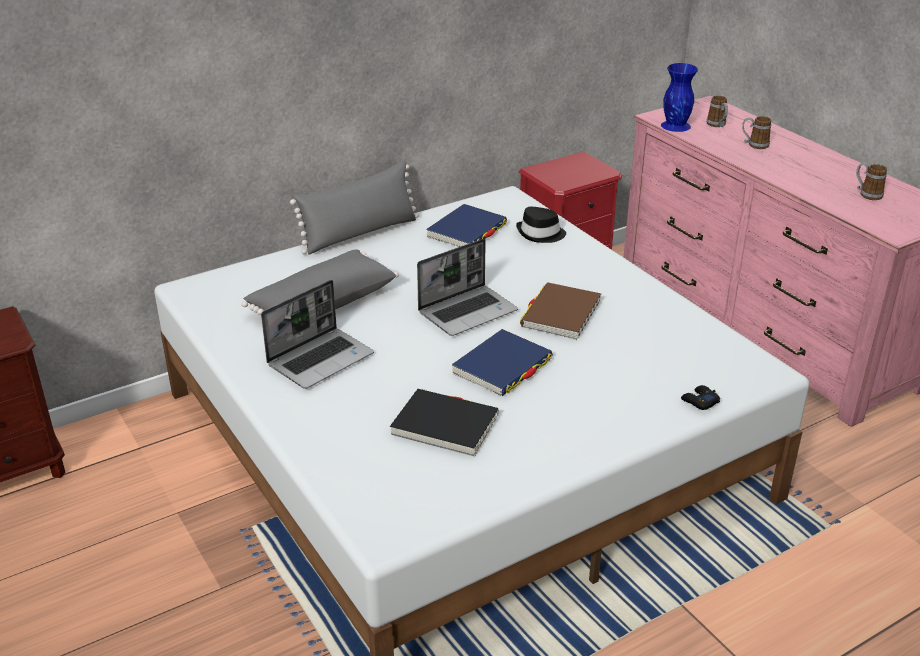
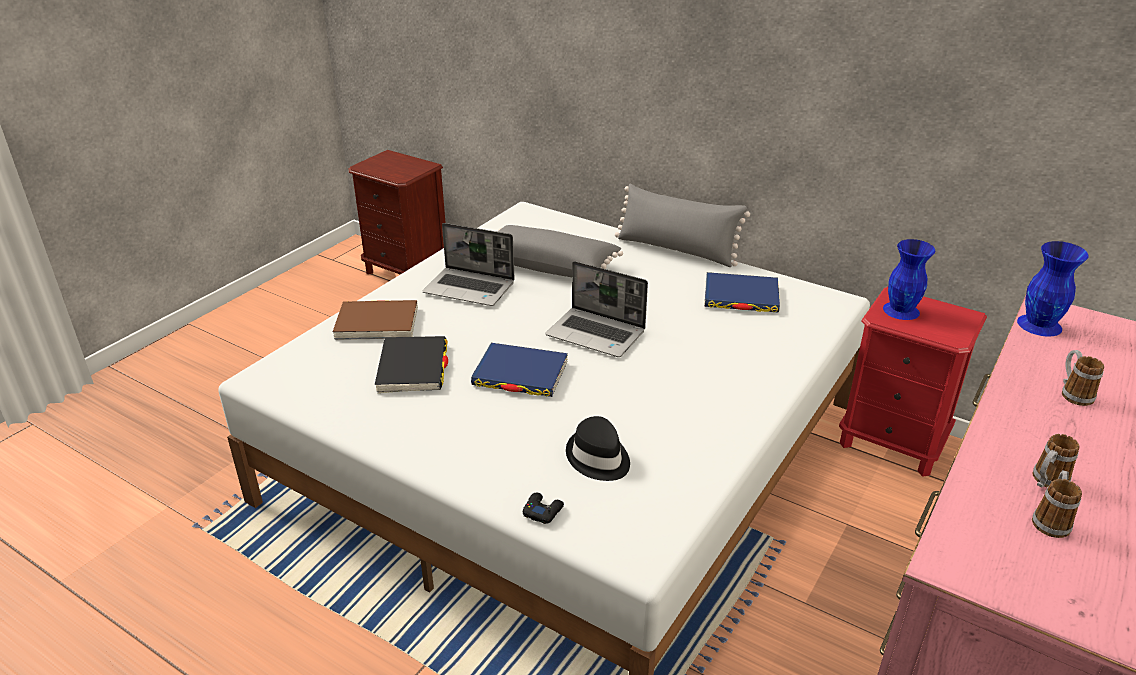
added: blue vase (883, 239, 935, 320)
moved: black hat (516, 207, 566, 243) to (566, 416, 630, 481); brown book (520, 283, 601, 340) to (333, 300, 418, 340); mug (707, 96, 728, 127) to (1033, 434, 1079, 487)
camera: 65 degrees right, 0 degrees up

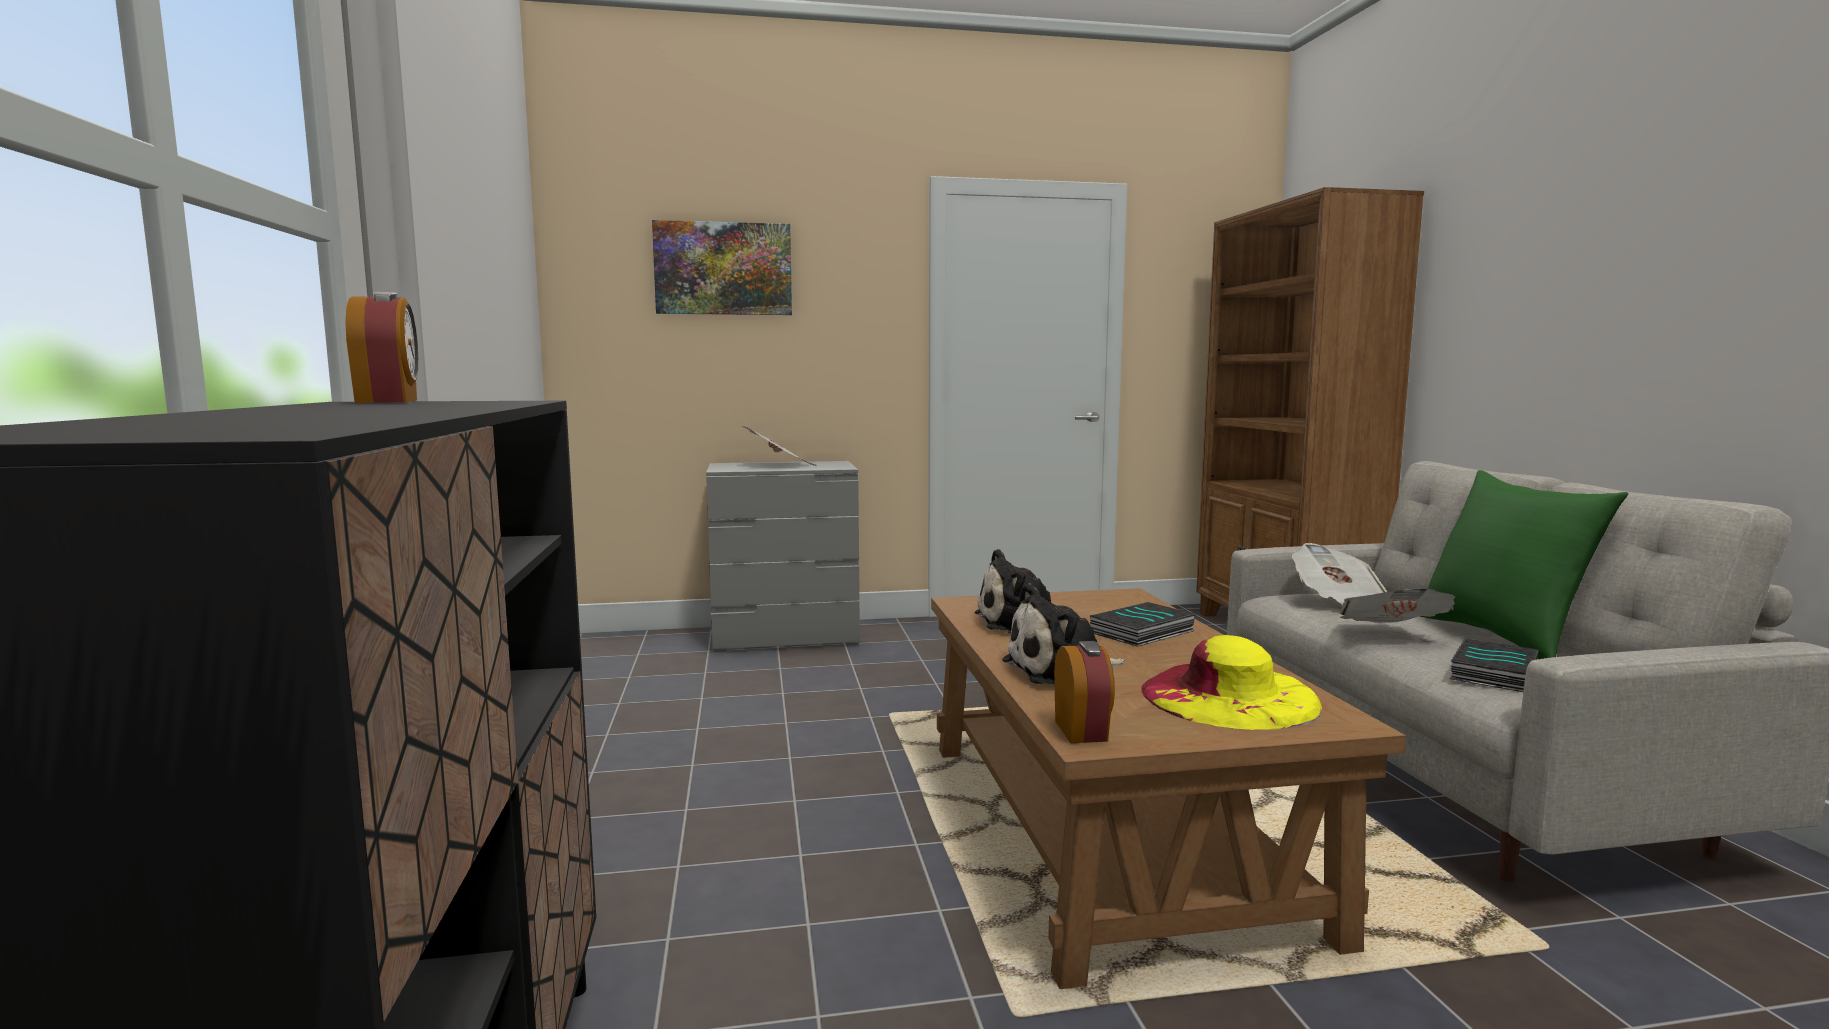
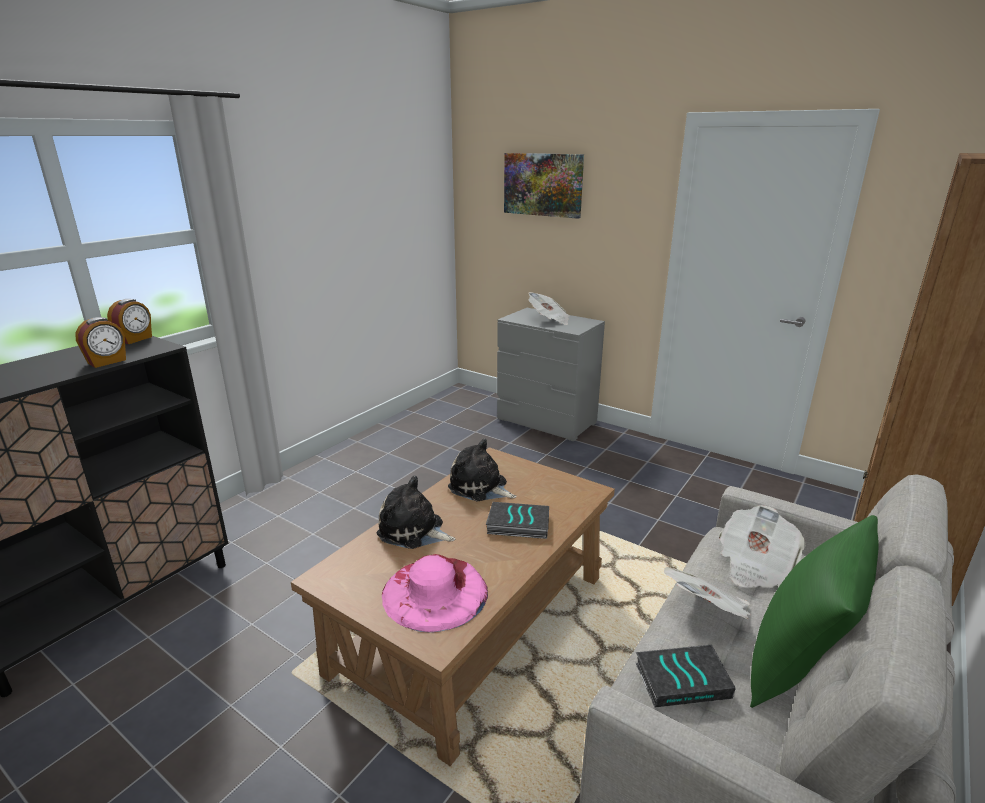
moved: alarm clock (1054, 641, 1115, 743) to (75, 317, 126, 368)
recoloured: yellow hat (1141, 635, 1322, 730) to pink hat (382, 554, 488, 633)
camera: 45 degrees right, 15 degrees up

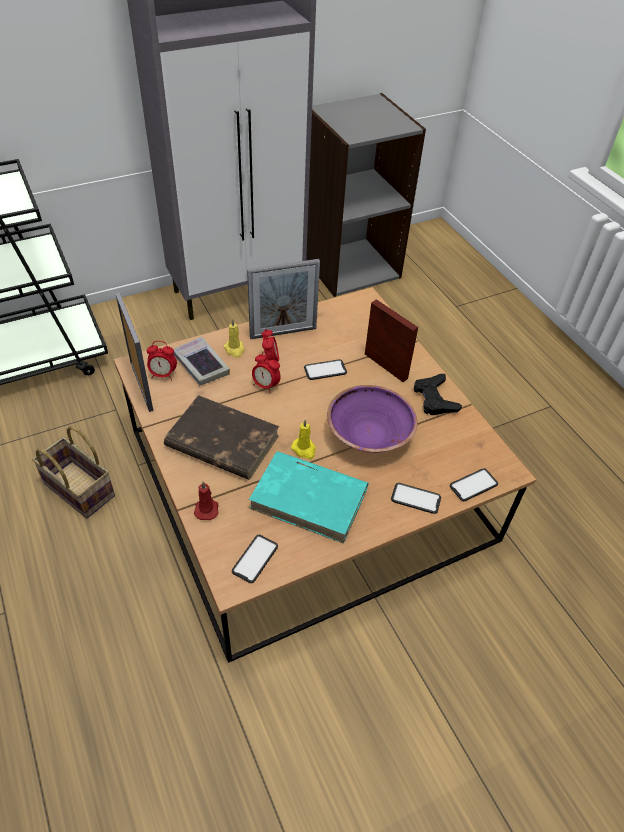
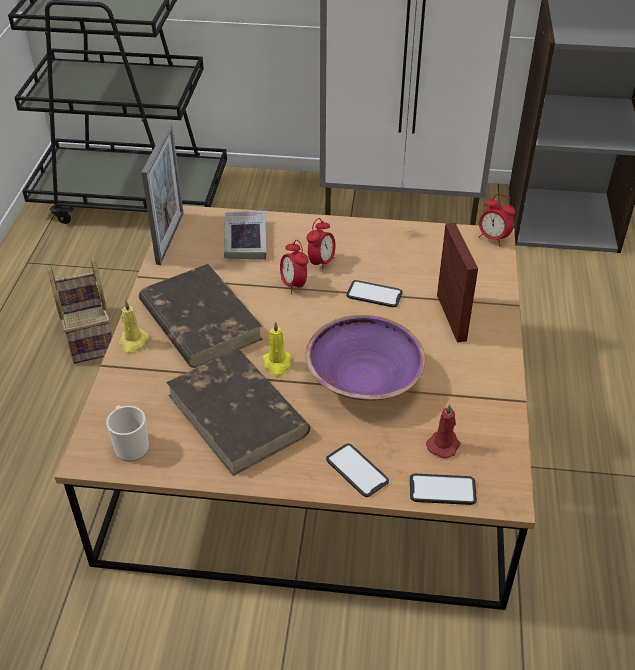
removed: picture frame (247, 259, 320, 339); black game controller (414, 374, 462, 415)
moved: alarm clock (147, 341, 177, 380) to (479, 194, 515, 246); red candle (194, 482, 219, 520) to (426, 404, 460, 458); yellow candle (223, 319, 245, 358) to (119, 301, 149, 355)
replaced: phone (232, 535, 278, 583) to mug (106, 405, 149, 462)
recoloured: turquoise book (249, 451, 368, 544) to brown book (166, 350, 310, 476)
camera: 35 degrees right, 5 degrees down

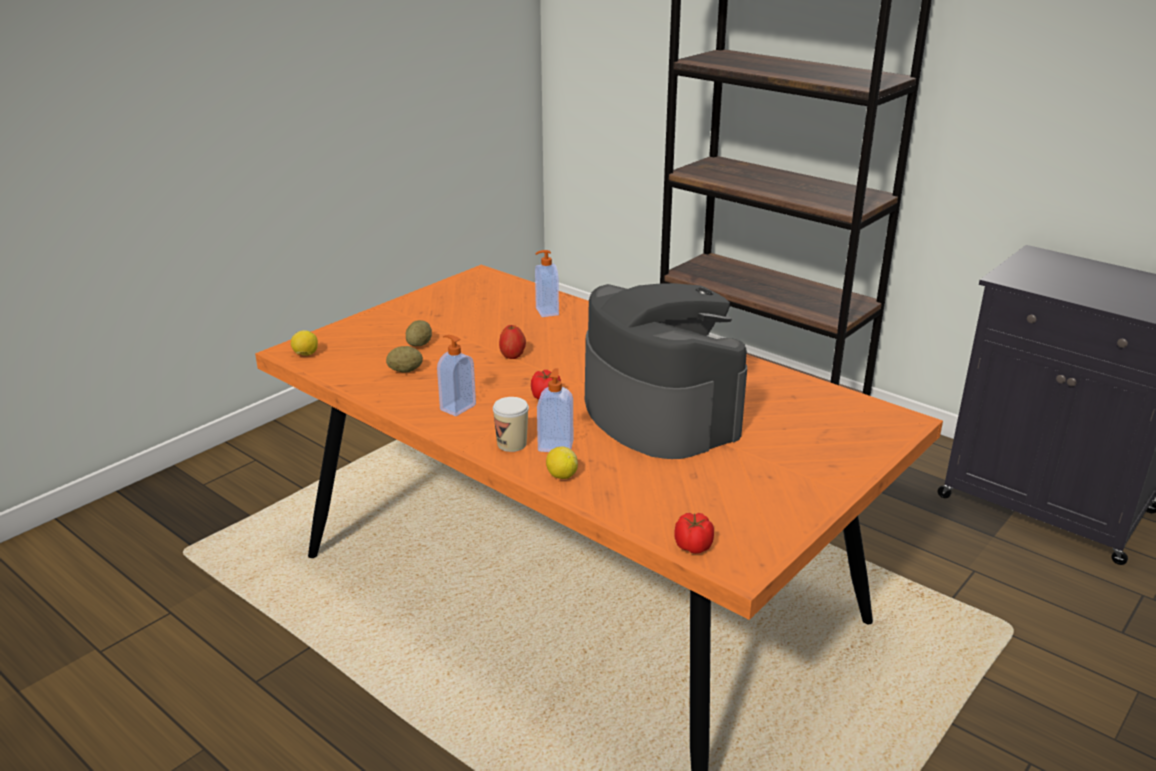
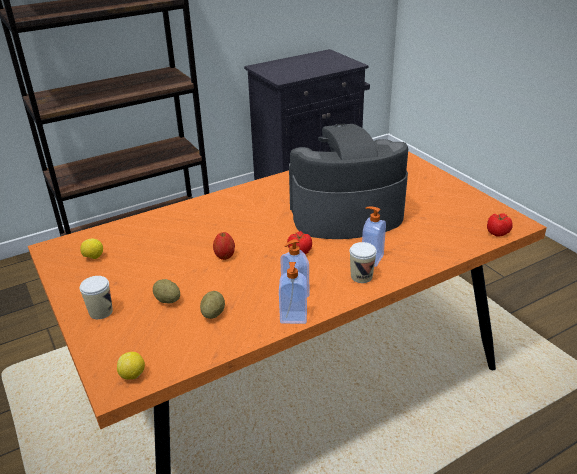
added: cup (80, 276, 113, 319)
moved: soap dispenser (535, 250, 559, 317) to (279, 262, 307, 324); lemon (546, 446, 578, 479) to (81, 238, 103, 259)
camera: 70 degrees left, 5 degrees up

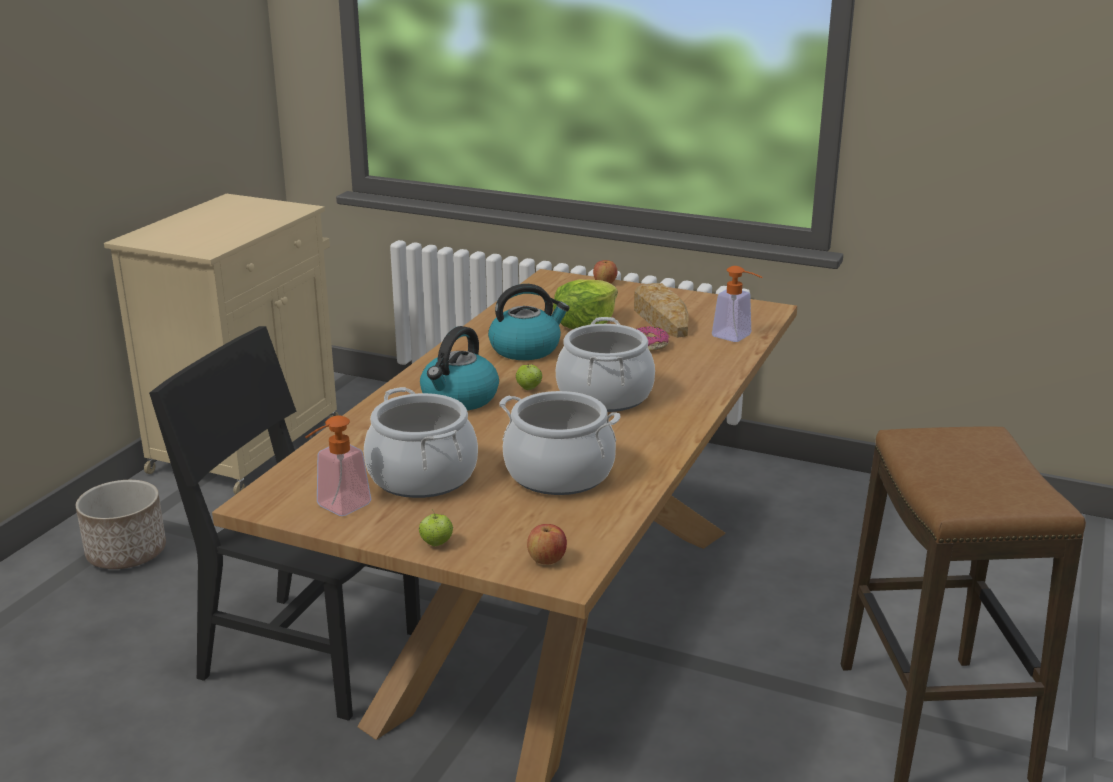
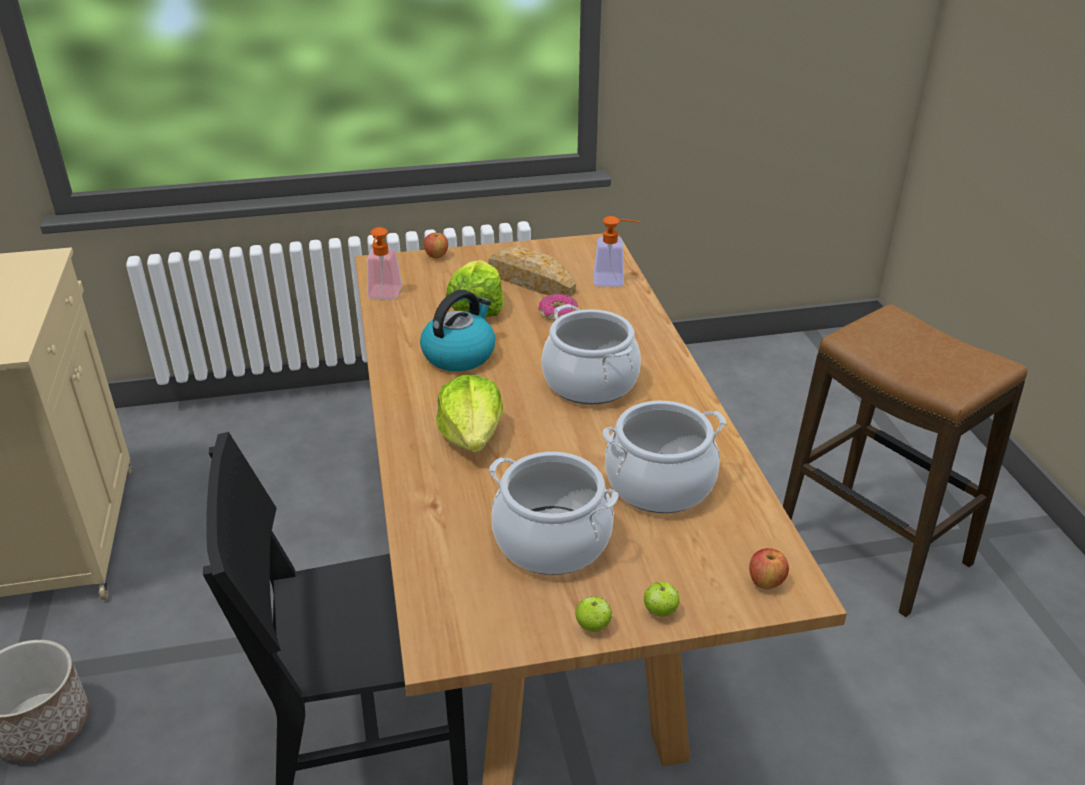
moved: soap dispenser (305, 415, 371, 516) to (367, 227, 402, 299); apple (516, 364, 542, 390) to (575, 596, 612, 632)
replaced: kettle (420, 326, 499, 411) to lettuce (436, 375, 503, 452)
camera: 35 degrees left, 10 degrees up

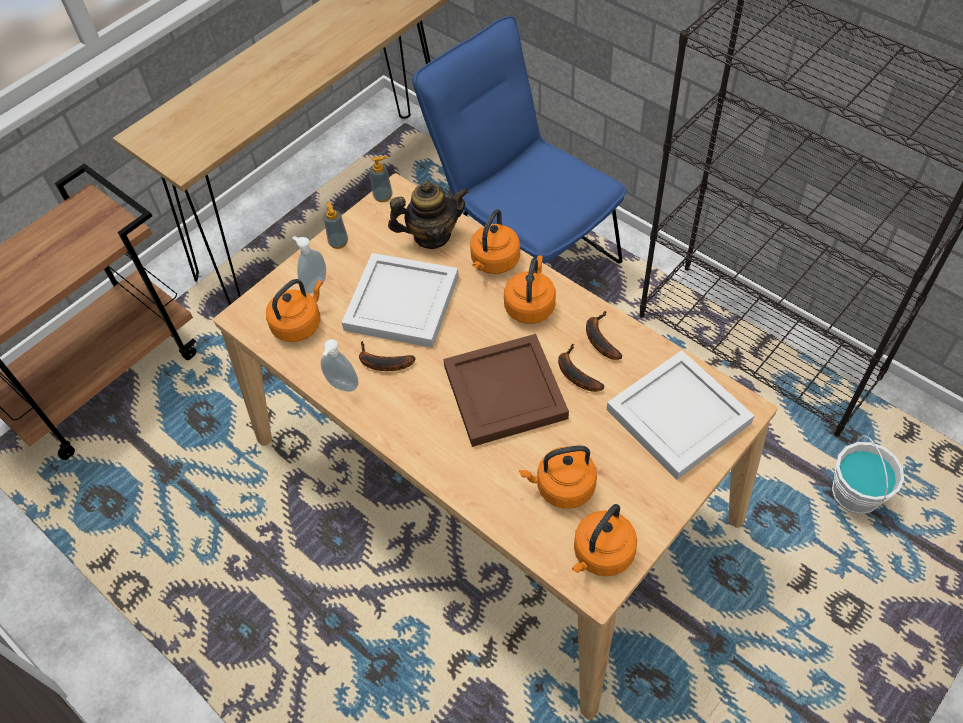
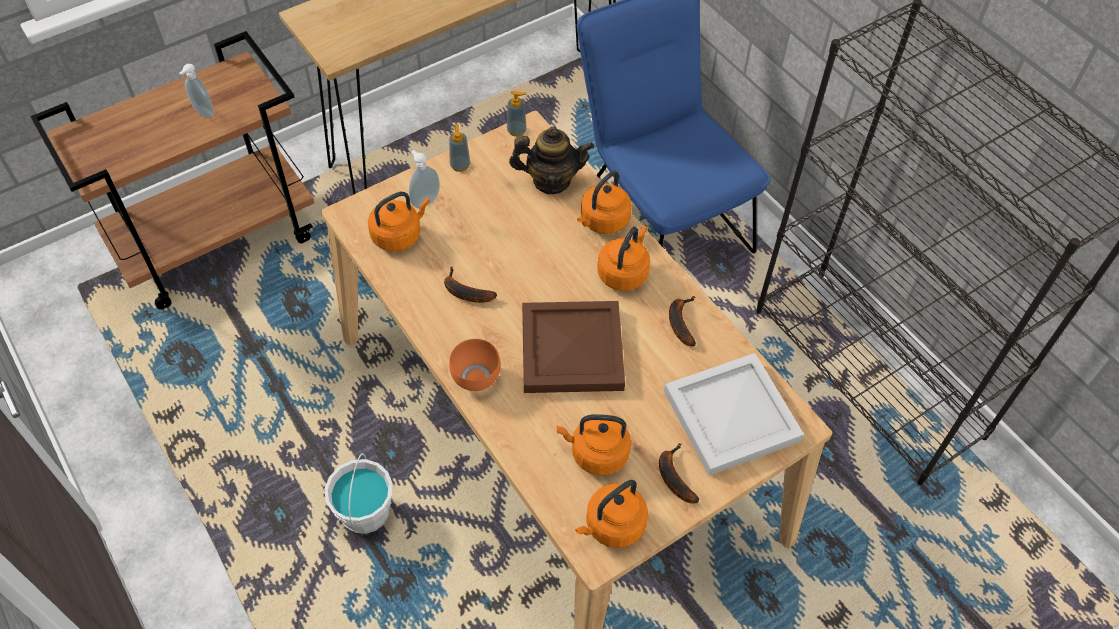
removed: white tray (342, 253, 459, 348)
added: orange bowl (449, 339, 501, 391)
moved: soap dispenser (321, 339, 358, 392) to (179, 64, 214, 118); banana (558, 344, 604, 392) to (659, 443, 699, 504); white bucket (832, 435, 904, 514) to (325, 453, 392, 534)
camera: 10 degrees right, 0 degrees up

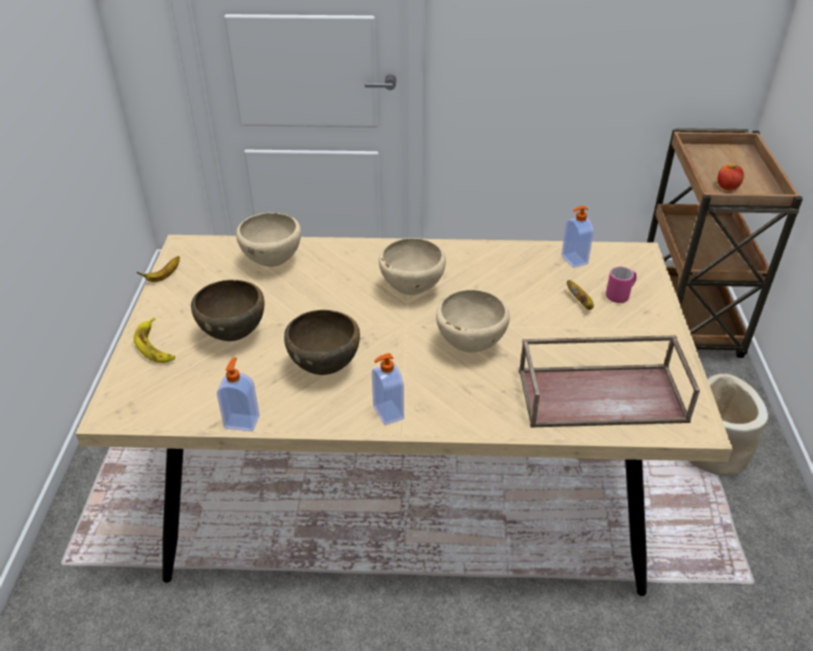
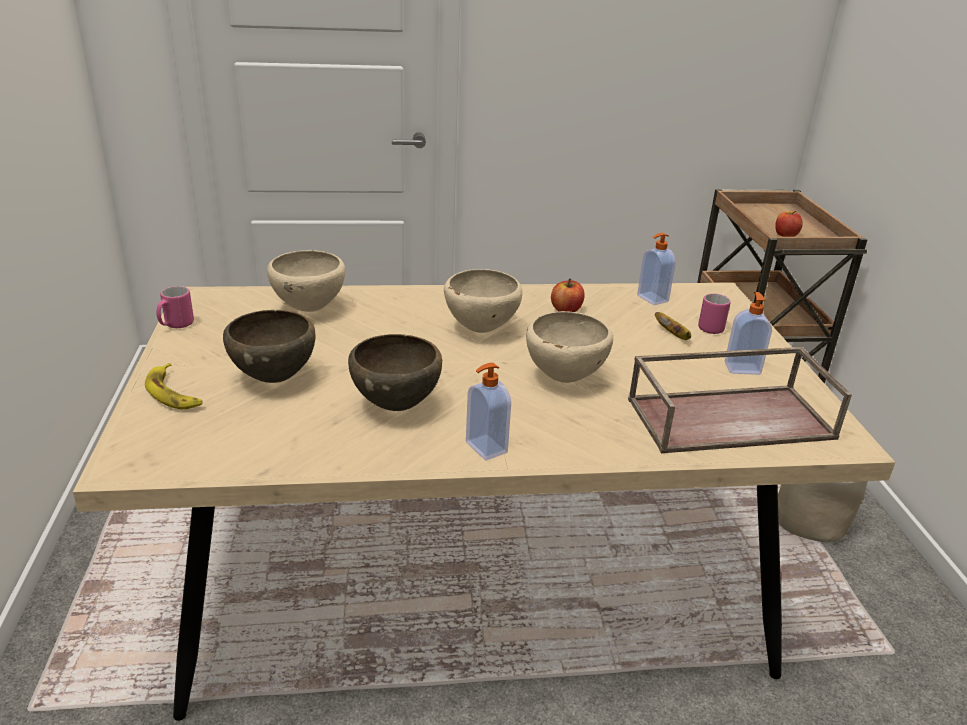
added: apple (551, 278, 585, 312)
moved: soap dispenser (217, 358, 260, 432) to (725, 292, 772, 375)
replaced: banana (137, 256, 180, 282) to pink mug (156, 286, 194, 328)
camera: 10 degrees left, 10 degrees down

